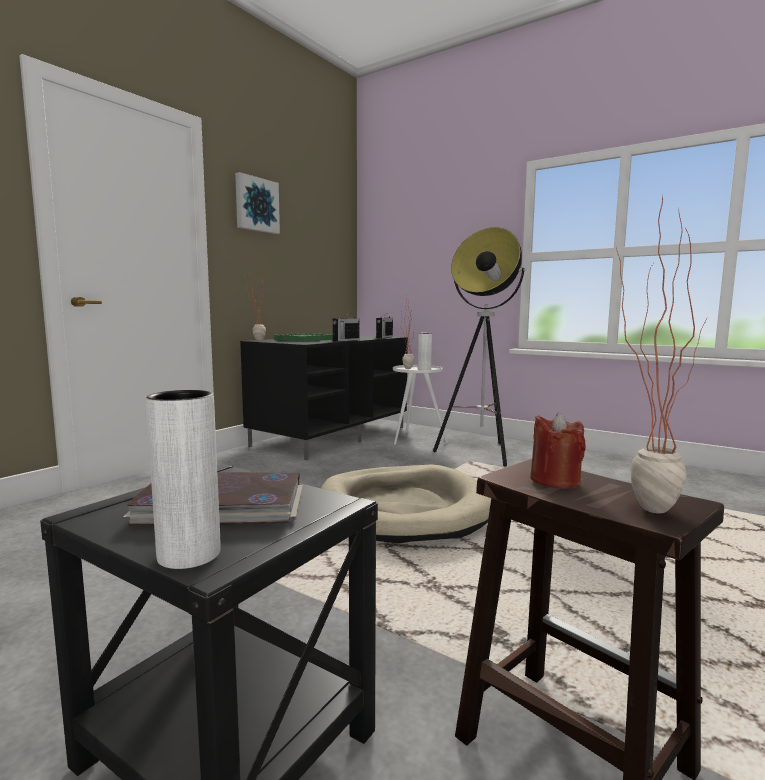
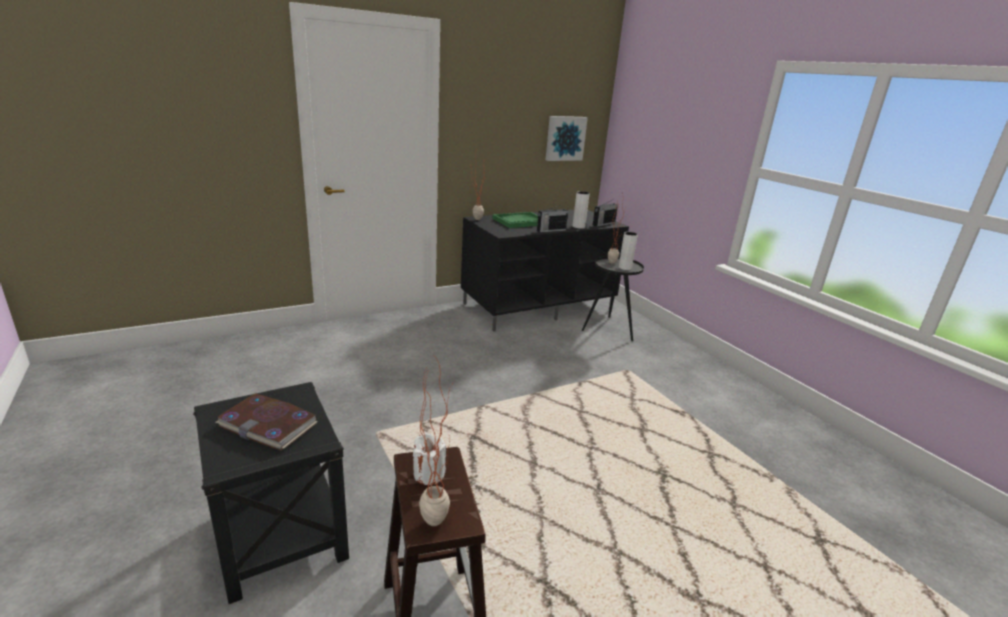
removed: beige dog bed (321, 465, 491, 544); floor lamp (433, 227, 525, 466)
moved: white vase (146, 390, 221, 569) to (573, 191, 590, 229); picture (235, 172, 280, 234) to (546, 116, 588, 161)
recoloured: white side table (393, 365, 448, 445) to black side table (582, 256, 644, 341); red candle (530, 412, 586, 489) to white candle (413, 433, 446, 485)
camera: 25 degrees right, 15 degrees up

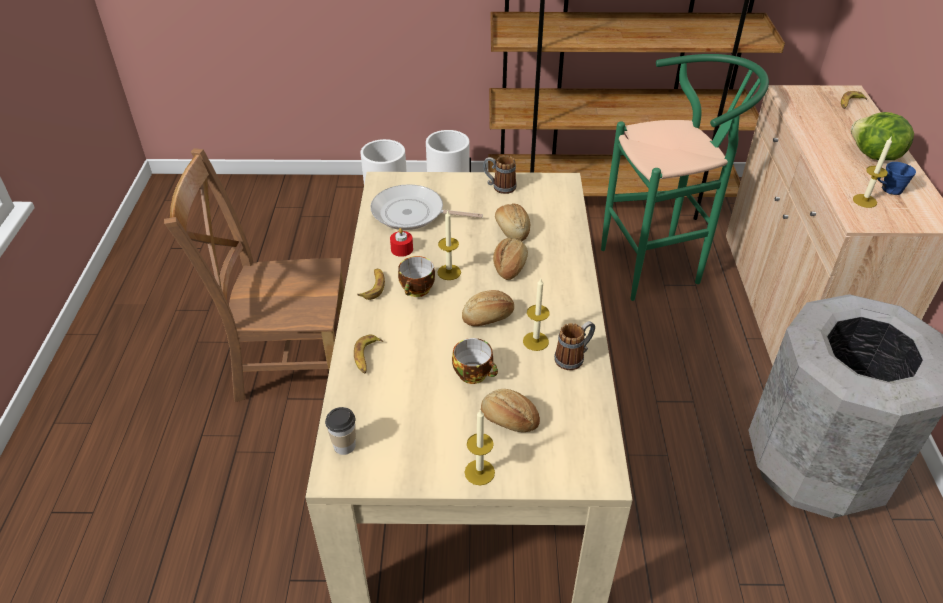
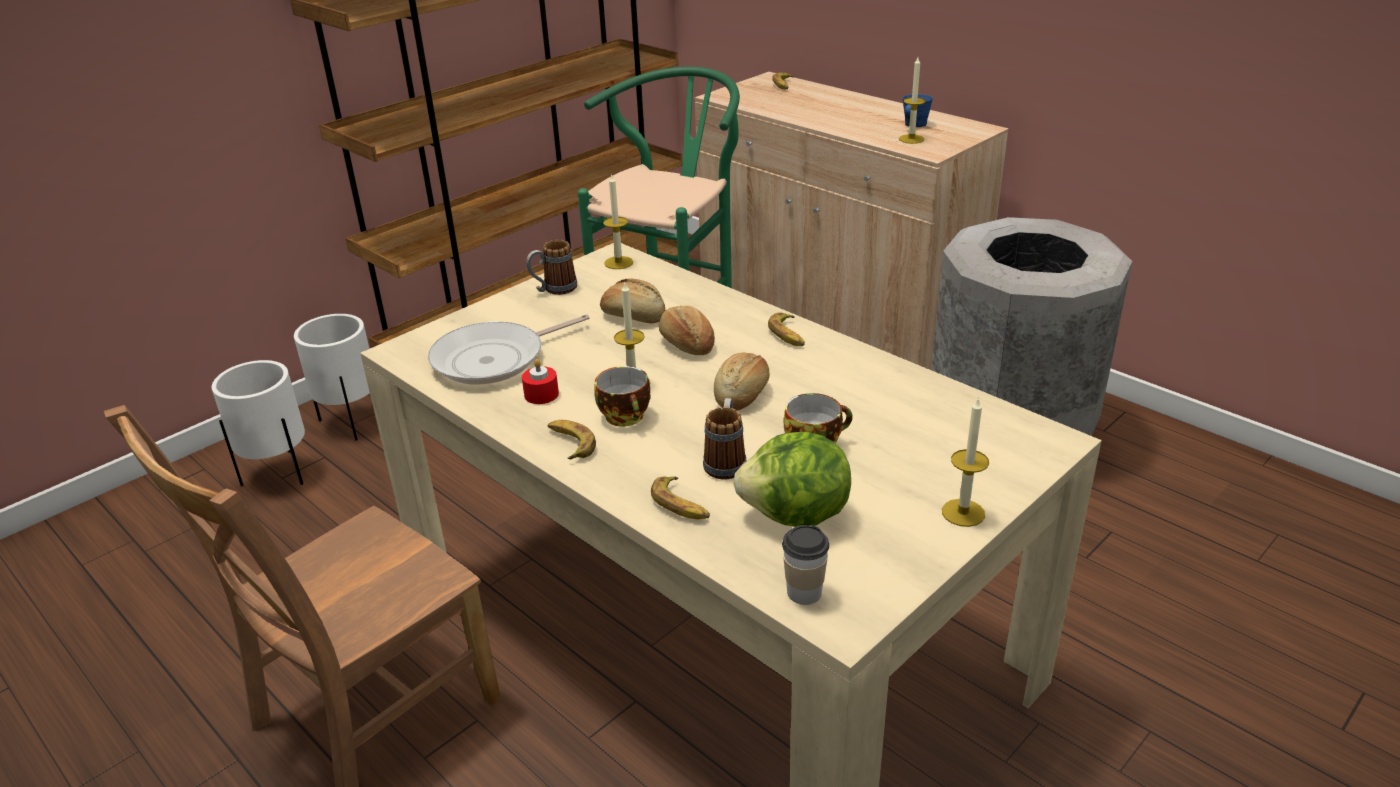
removed: bread (481, 389, 540, 432)
added: banana (768, 312, 805, 346)
moved: candle (523, 279, 550, 351) to (603, 173, 633, 269); mug (554, 321, 595, 370) to (703, 398, 746, 479); lettuce (851, 112, 914, 160) to (733, 432, 851, 527)
camera: 45 degrees left, 10 degrees down

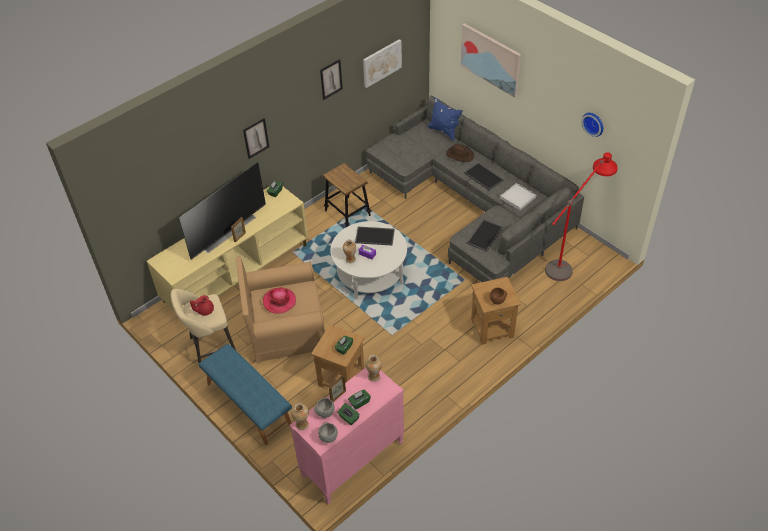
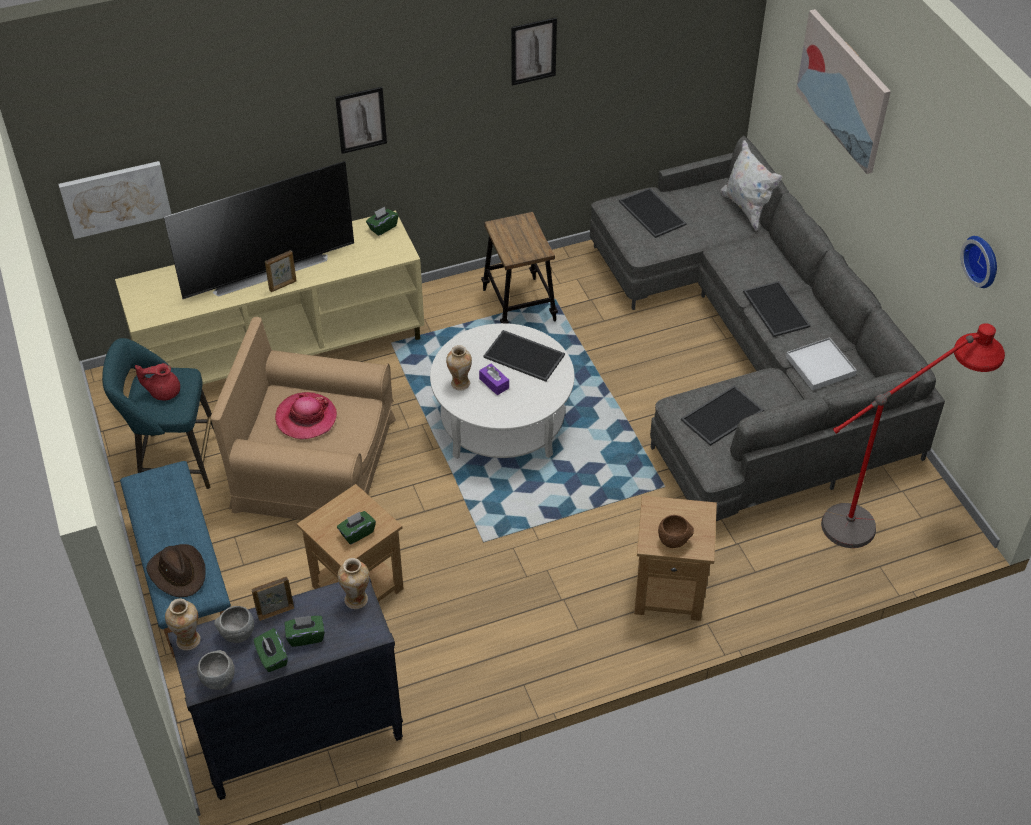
added: tray (619, 188, 687, 238)
moved: picture (363, 39, 402, 88) to (58, 161, 171, 239); brown hat (446, 144, 474, 162) to (146, 544, 206, 597)
recoloured: beige stool (171, 289, 236, 363) to turquoise stool (102, 338, 215, 489); pink dresser (289, 367, 404, 504) to black dresser (167, 577, 403, 800); blue pillow (428, 97, 463, 141) to white pillow (720, 140, 782, 231)
camera: 20 degrees right, 0 degrees up

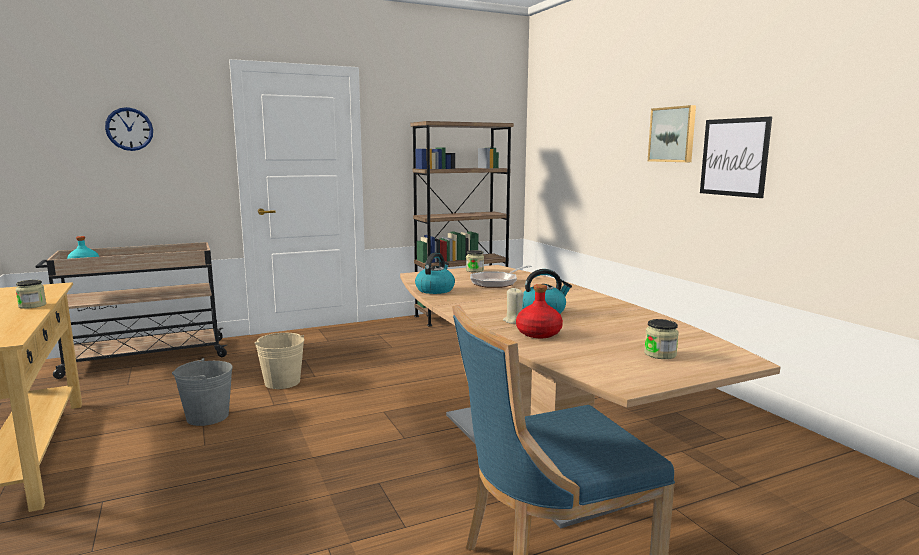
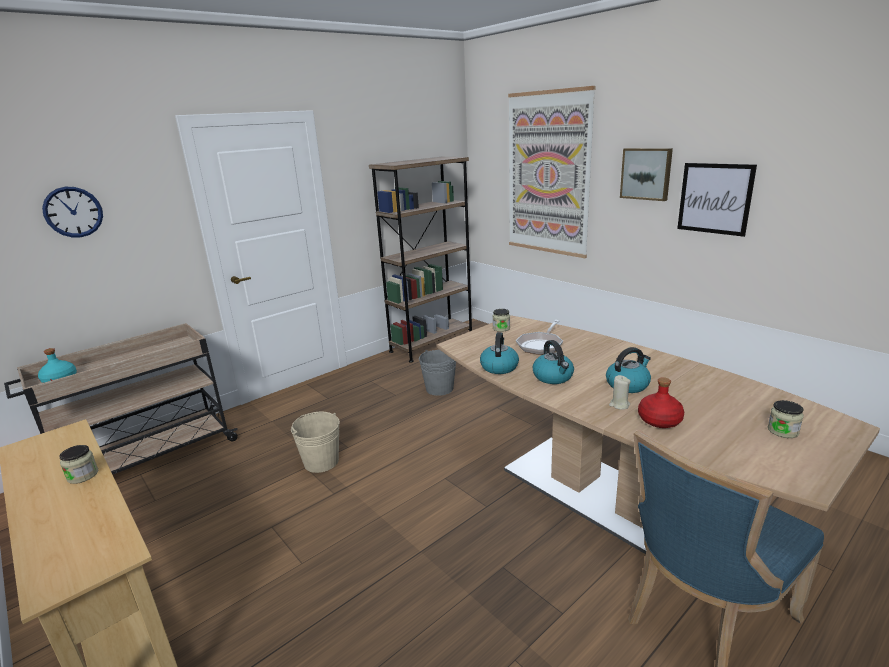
added: picture (508, 86, 596, 258); kettle (533, 340, 574, 384)
moved: grey bucket (172, 358, 233, 426) to (419, 350, 456, 396)
camera: 15 degrees left, 10 degrees up

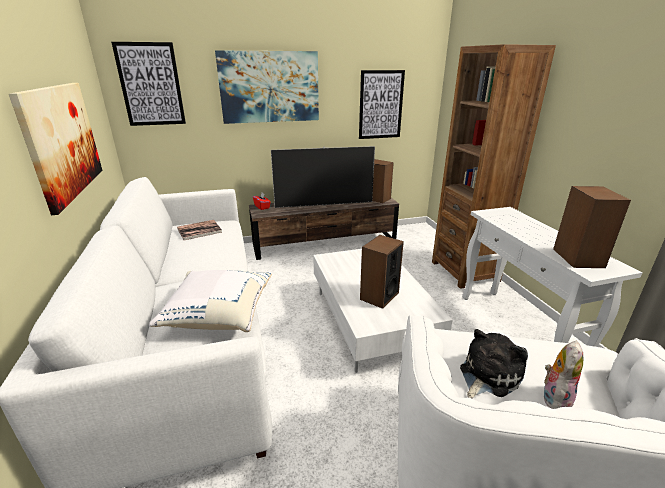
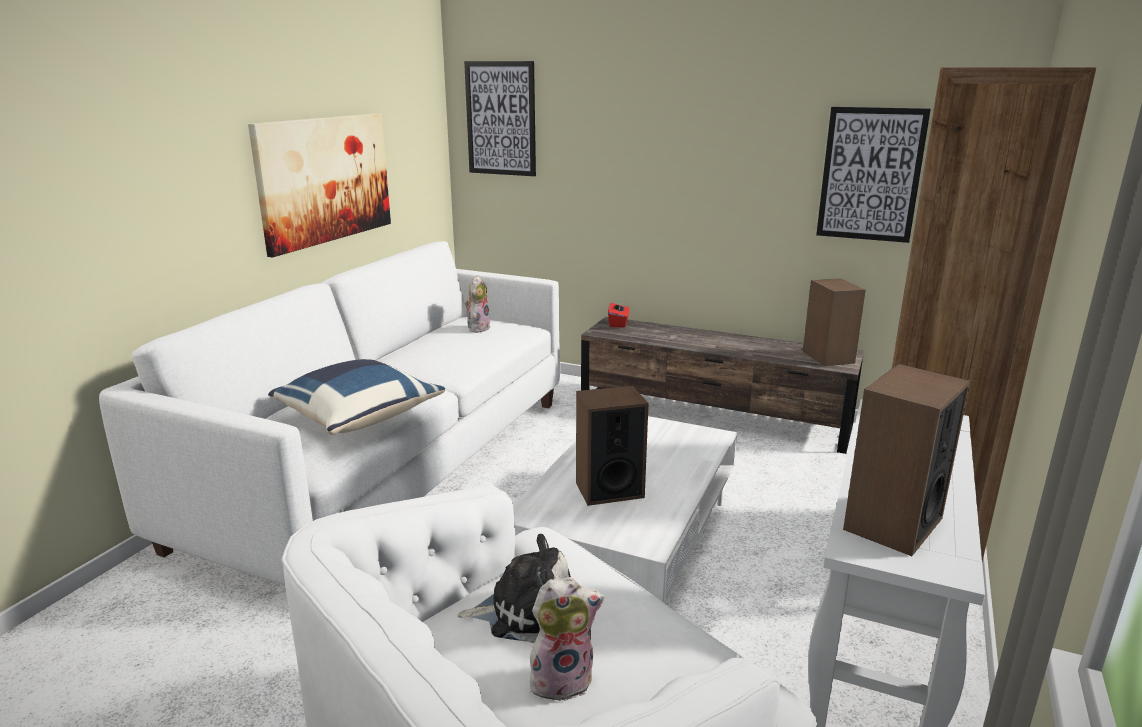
removed: picture (215, 50, 319, 124); television (271, 146, 375, 208)
replaced: book (177, 220, 222, 240) to plush toy (465, 275, 490, 333)
recoloured: white pillow (149, 270, 272, 332) to blue pillow (268, 359, 445, 435)
camera: 40 degrees right, 5 degrees down

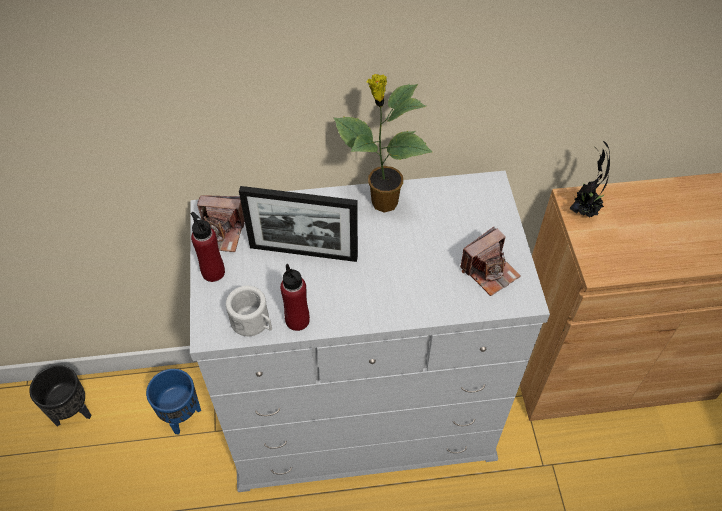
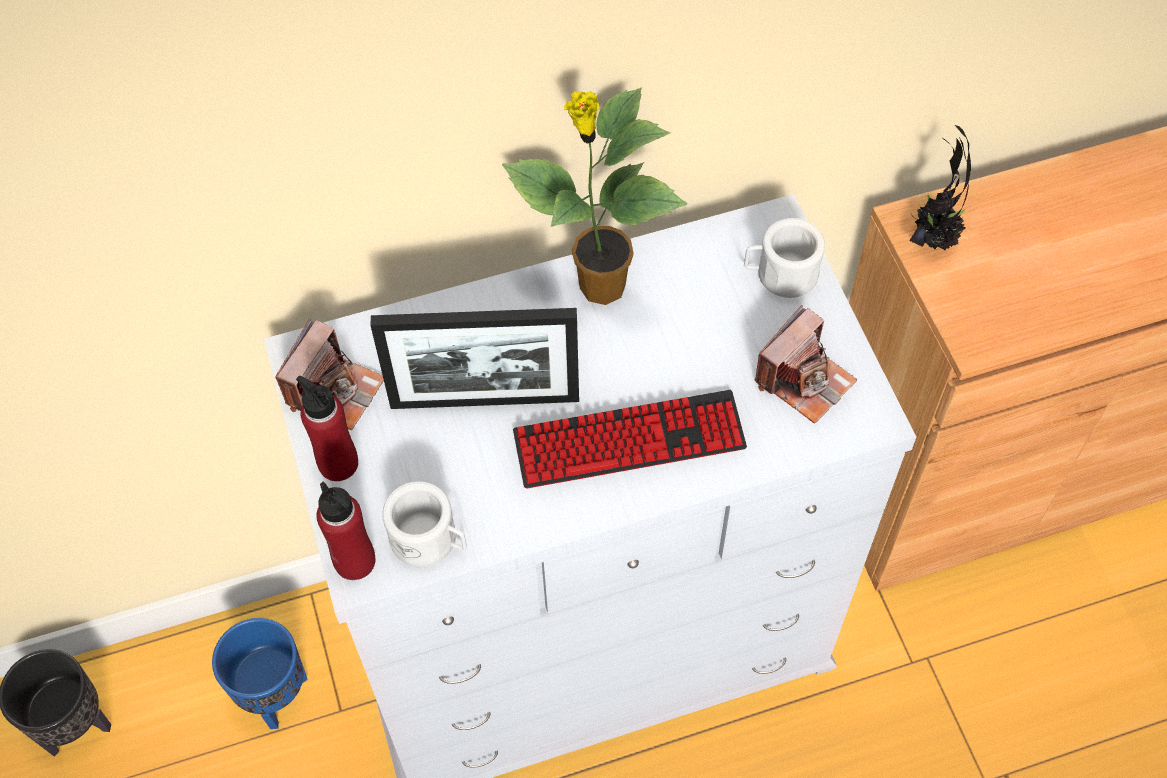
added: keyboard (513, 390, 747, 489); white mug (744, 218, 825, 298)
moved: red bottle (280, 264, 310, 331) to (317, 482, 375, 580)
turned: photo camera (197, 195, 245, 252) = (275, 319, 384, 430) 60 degrees counterclockwise
camera: 10 degrees left, 5 degrees up

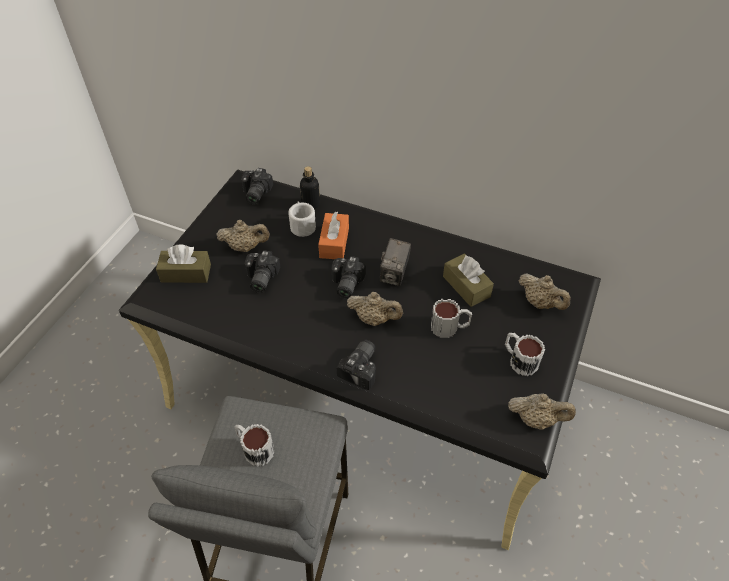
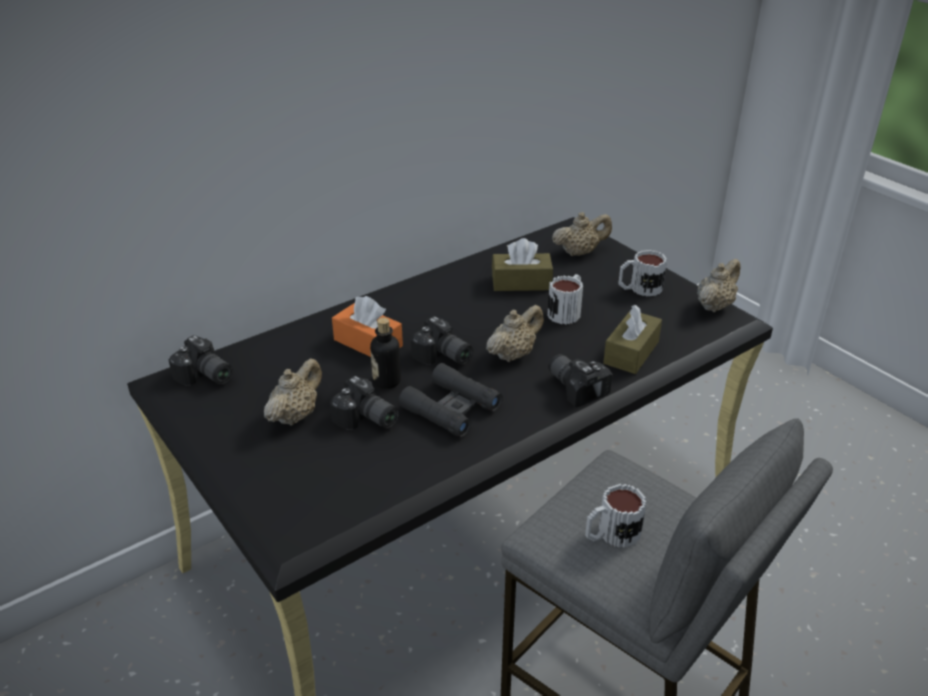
removed: white mug (288, 202, 316, 237); photo camera (380, 238, 411, 286)
added: black binoculars (398, 363, 503, 437)
moved: brown tissue box (156, 245, 211, 283) to (603, 305, 662, 374); bottle (300, 166, 320, 209) to (370, 318, 401, 389)
camera: 60 degrees left, 15 degrees down

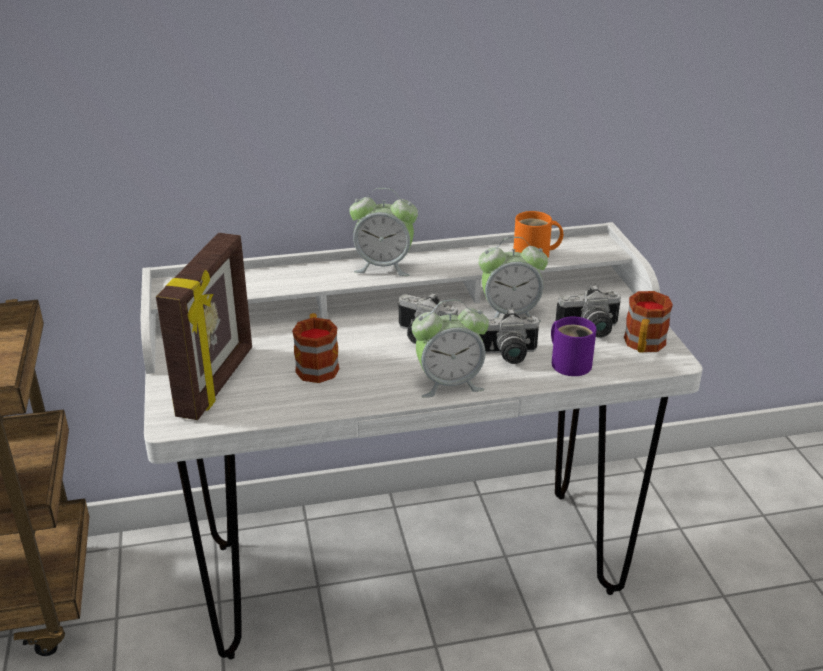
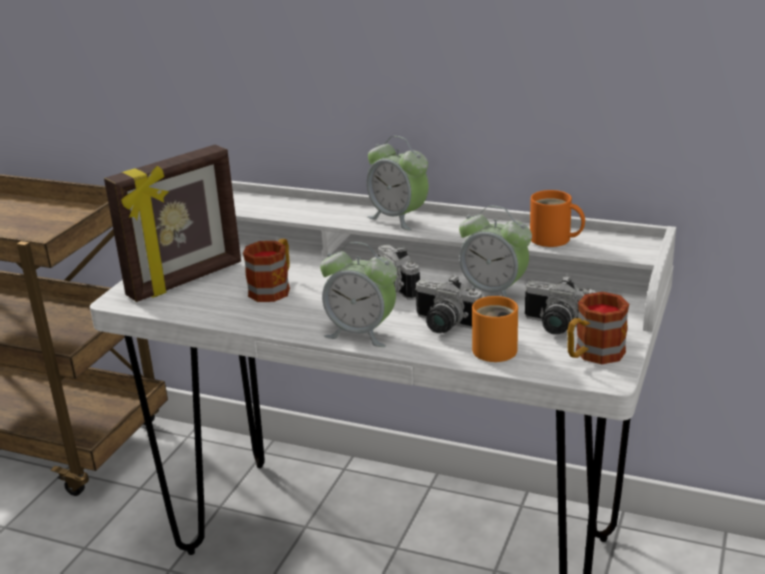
recoloured: purple mug (551, 316, 597, 376) to orange mug (472, 296, 518, 362)
camera: 35 degrees right, 5 degrees down

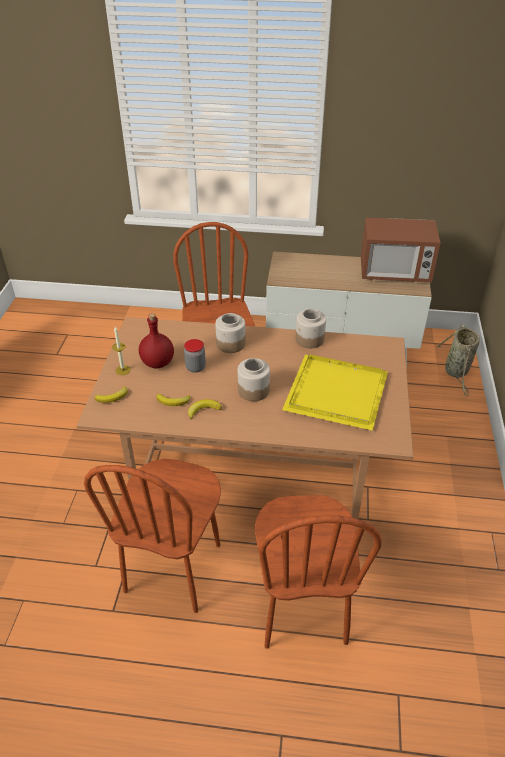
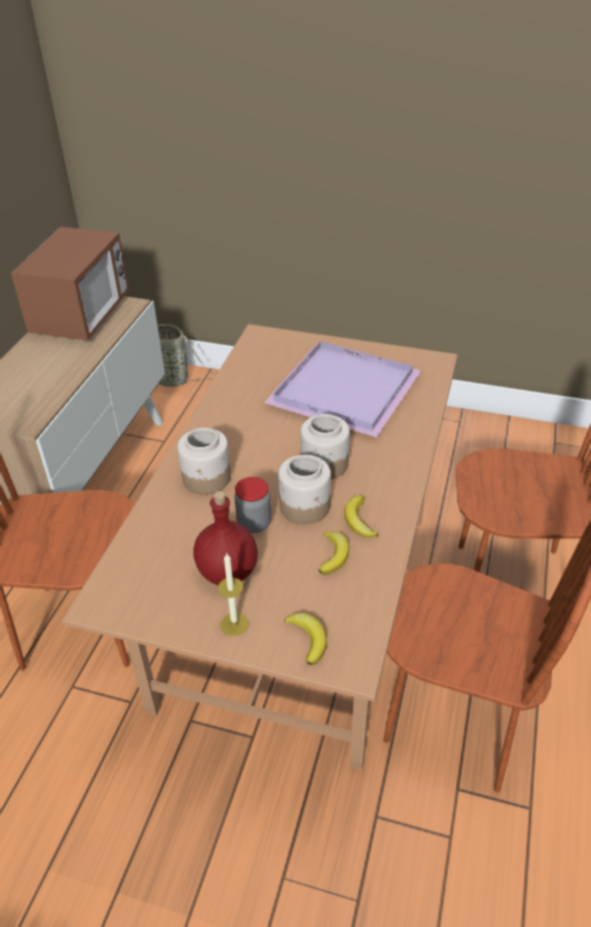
moved: jar (296, 309, 326, 348) to (278, 455, 331, 524)
recoloured: yellow tray (282, 354, 388, 431) to purple tray (264, 341, 421, 437)
camera: 80 degrees left, 0 degrees up

